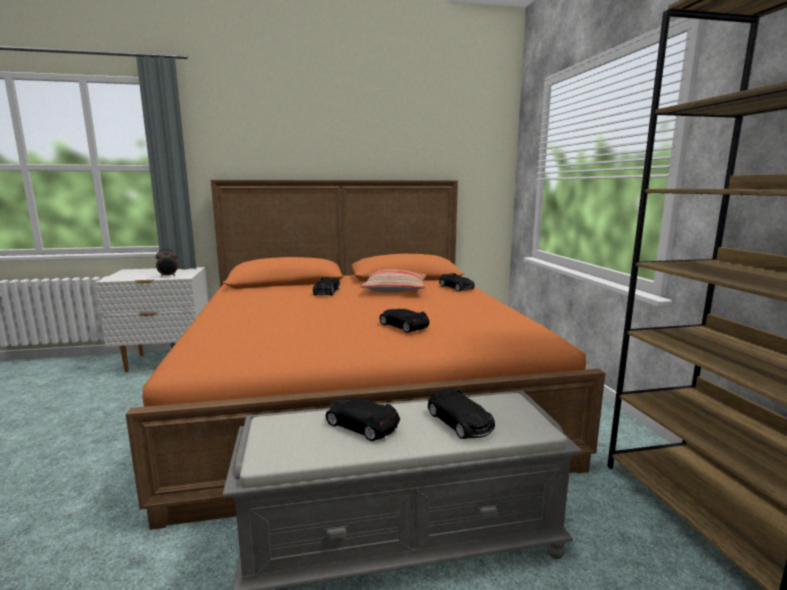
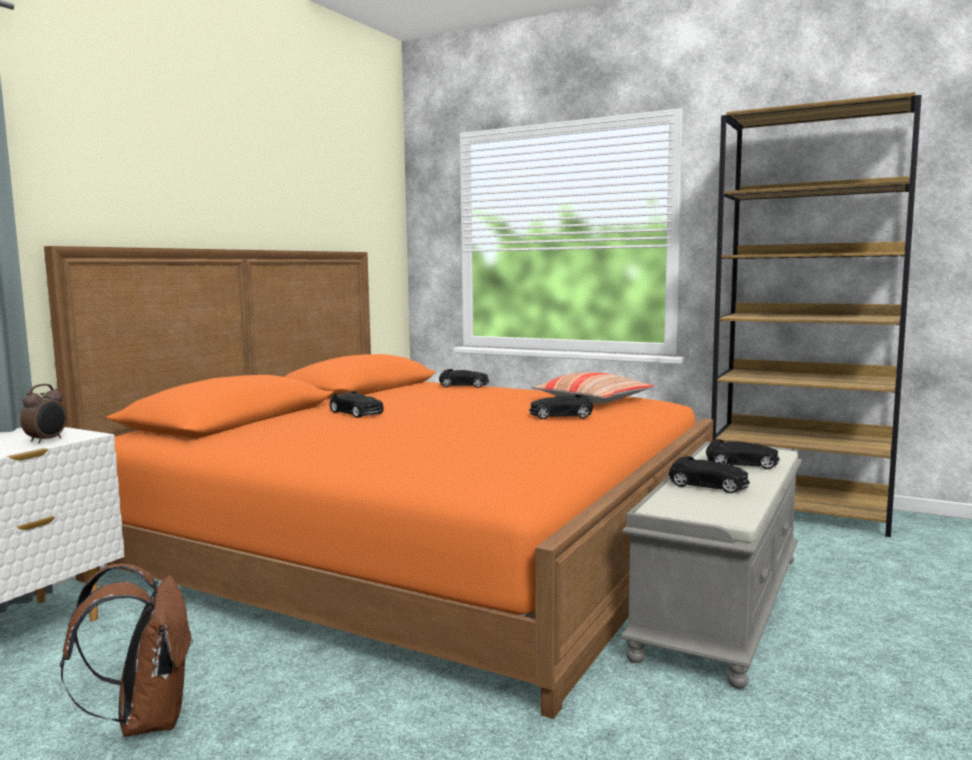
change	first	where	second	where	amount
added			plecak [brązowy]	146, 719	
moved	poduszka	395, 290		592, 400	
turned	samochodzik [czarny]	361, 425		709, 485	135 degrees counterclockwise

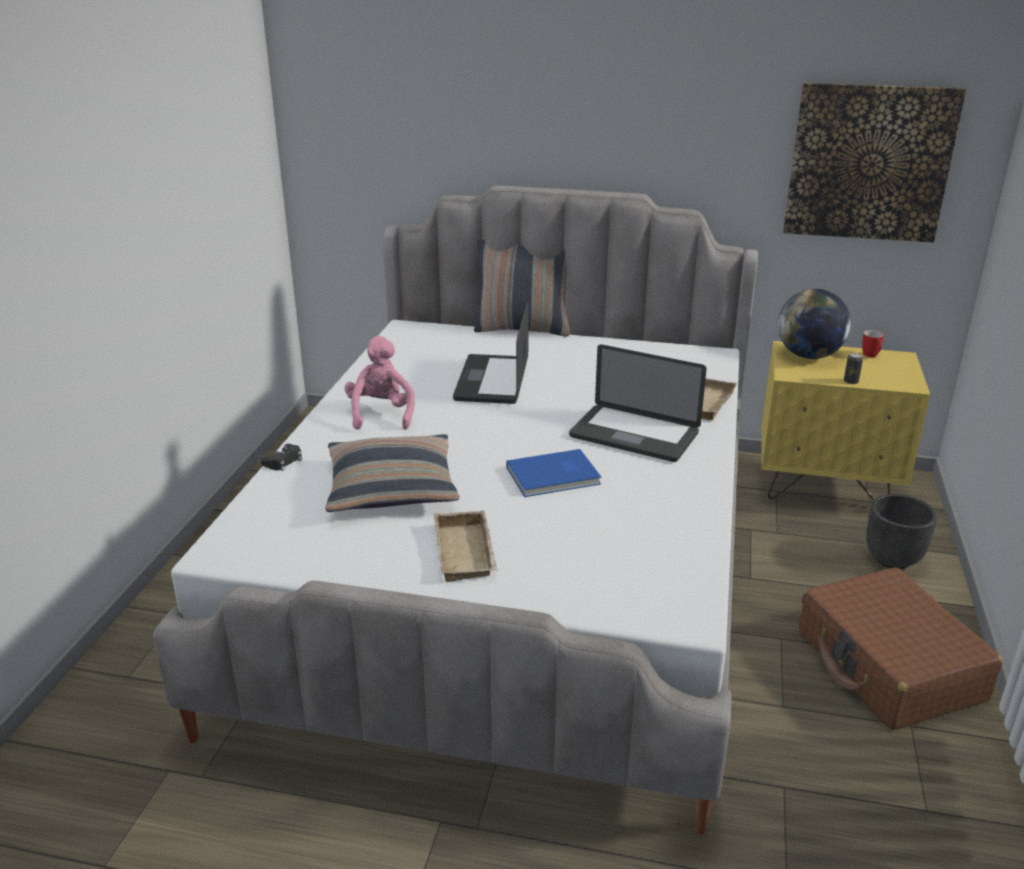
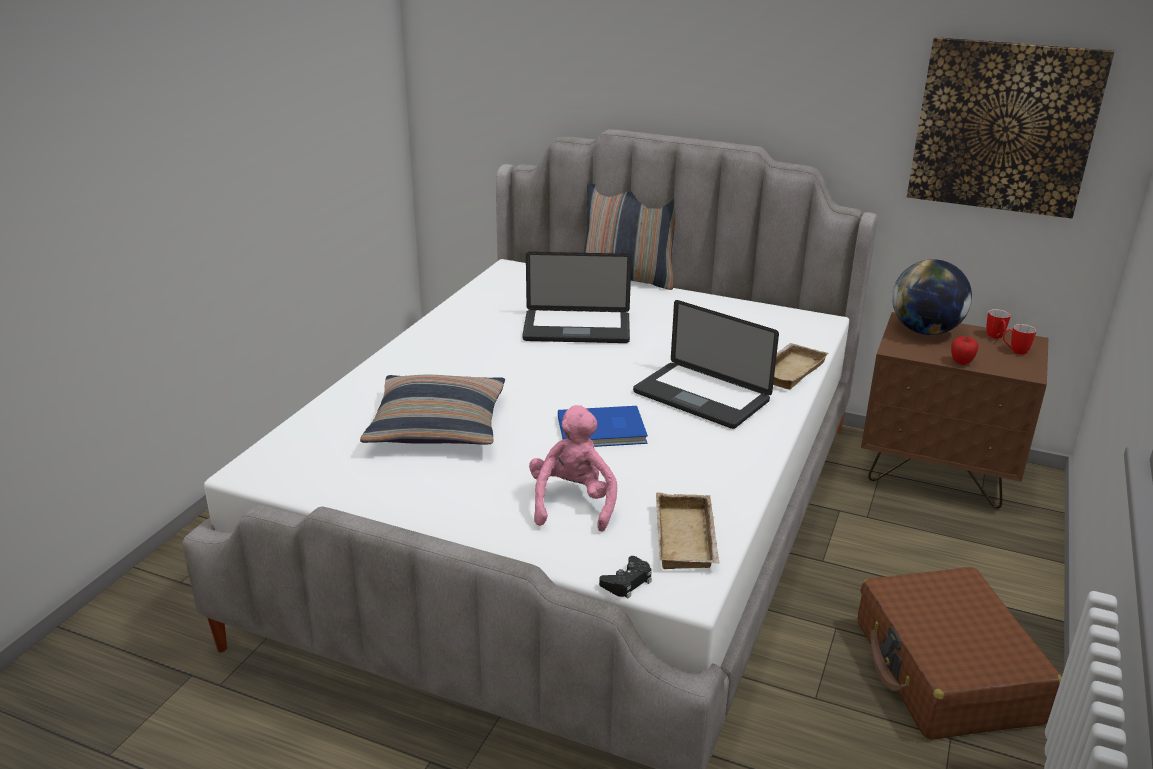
change	first	where	second	where	amount
turned	laptop	492, 381		576, 328	105 degrees counterclockwise
moved	pluszak [różowy]	381, 414		573, 503	
moved	pad do gier [czarny]	283, 461		627, 582	
moved	taca [beżowy]	467, 552		688, 539	
recoloured	szafka nocna [żółty]	826, 486	szafka nocna [brązowy]	937, 473	
replaced	puszka	851, 381	jabłko	961, 362	
added			kubek	1014, 351	
removed	donica [czarny]	893, 559			

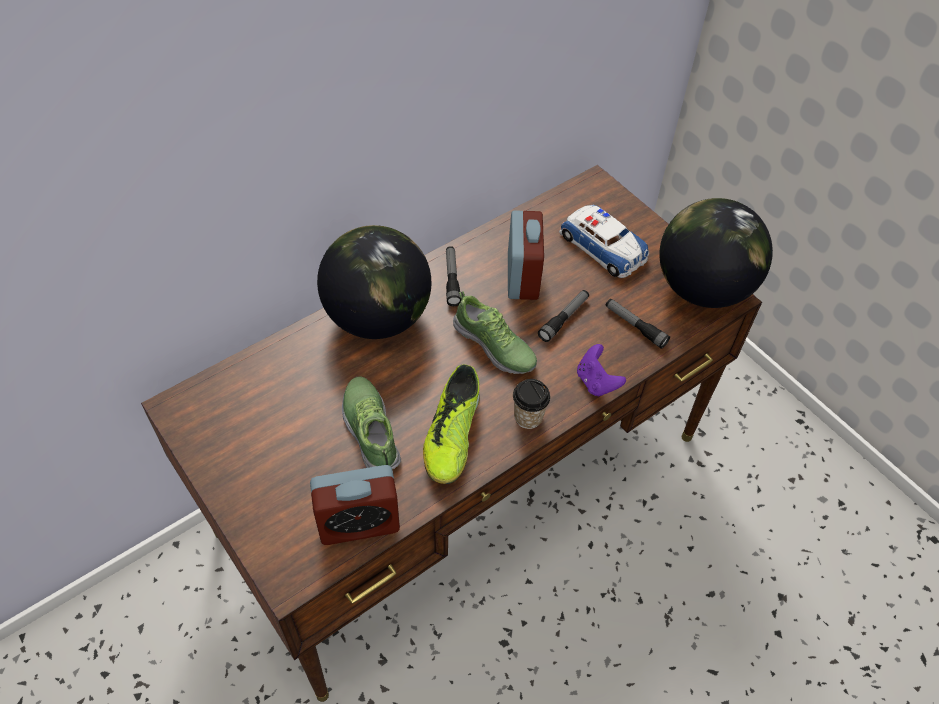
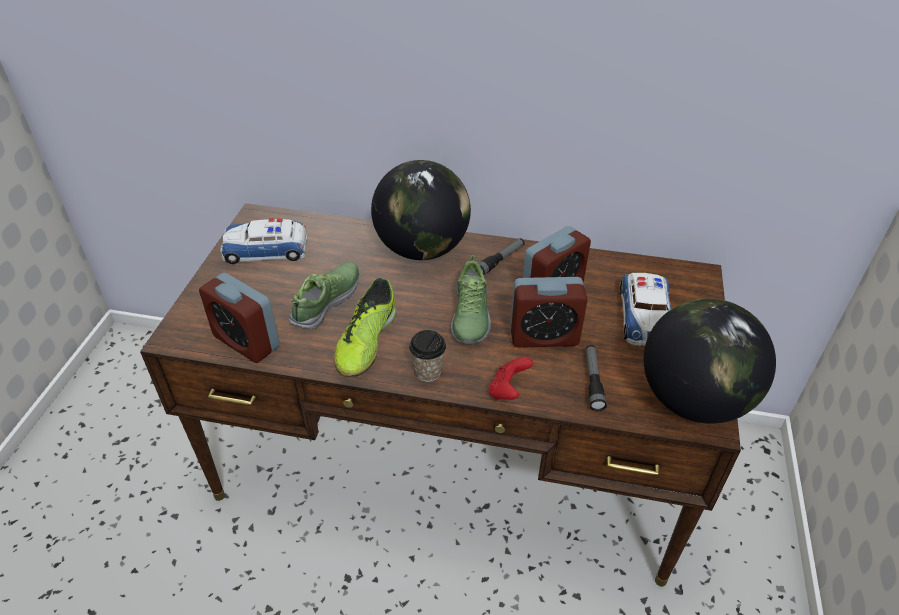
change	first	where	second	where	amount
added			samochodzik	266, 249	
turned	but	452, 435		366, 342	45 degrees counterclockwise
recoloured	pad do gier [fioletowy]	596, 382	pad do gier [czerwony]	508, 390	
replaced	latarka	564, 319	budzik	544, 336	

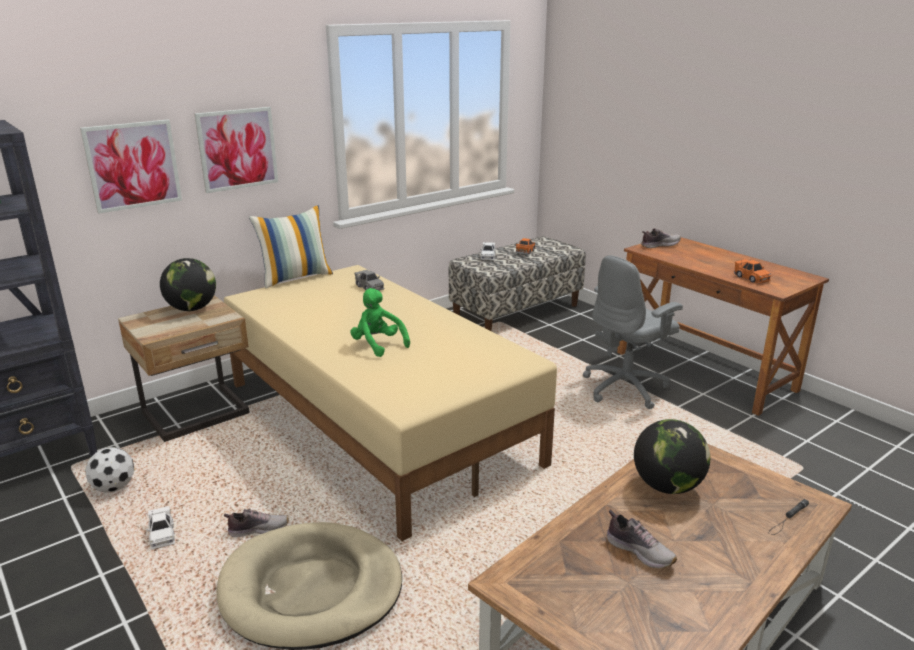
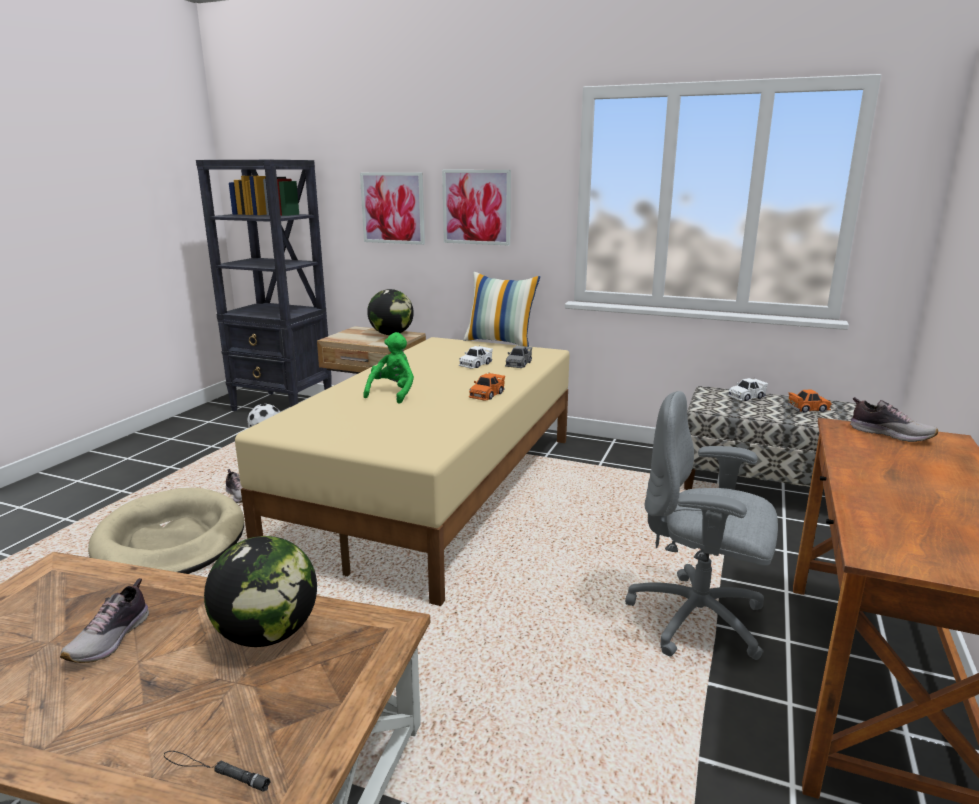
change	first	where	second	where	amount
moved	samochodzik [biały]	162, 535		475, 364	
moved	samochodzik [pomarańczowy]	751, 278		487, 395	

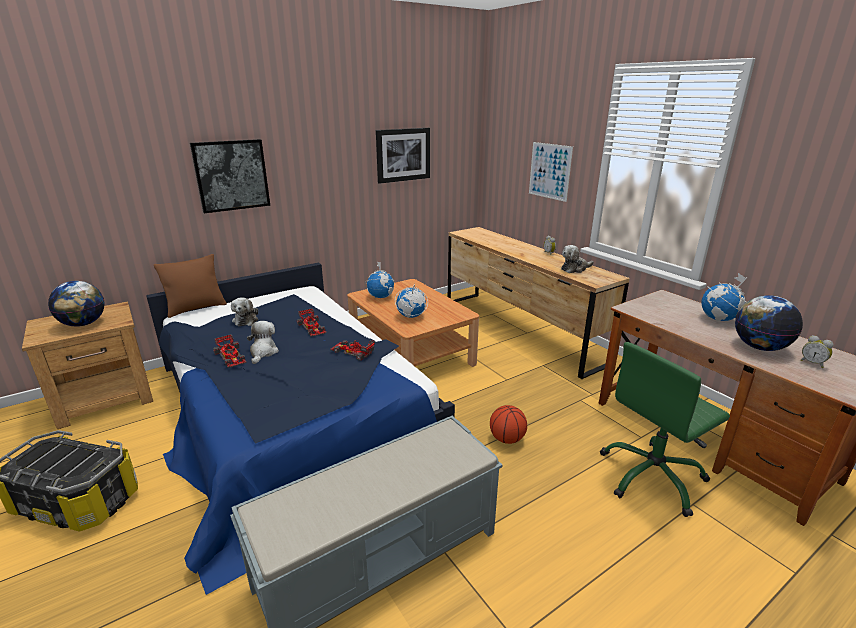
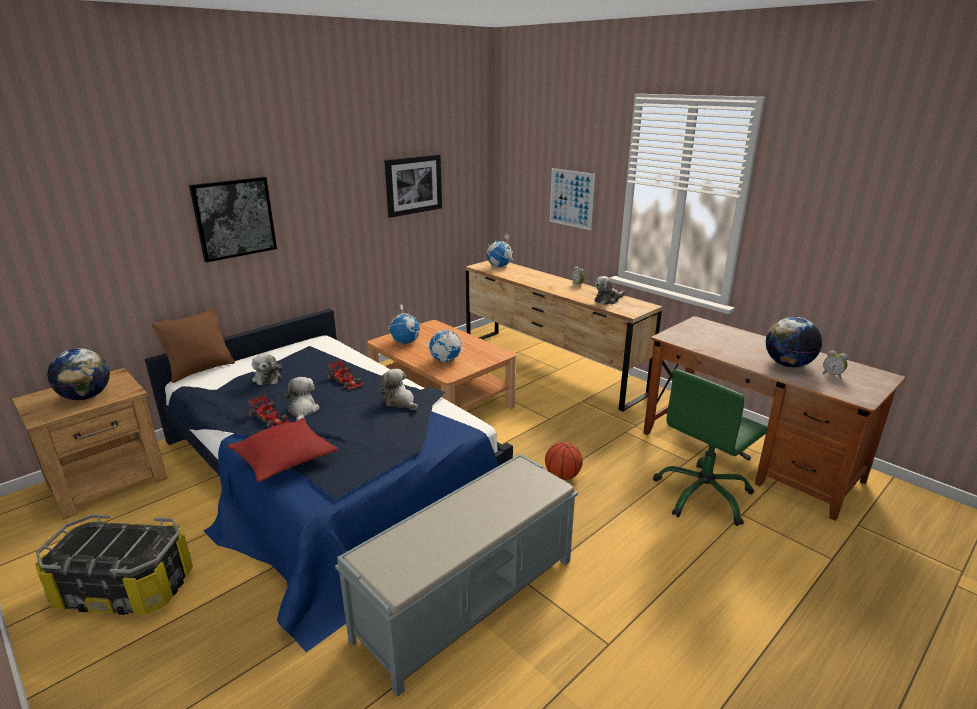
change	first	where	second	where	amount
added			poduszka [czerwony]	284, 458	
replaced	samochodzik	353, 351	pluszak	400, 401	
moved	globus	719, 319		499, 266	

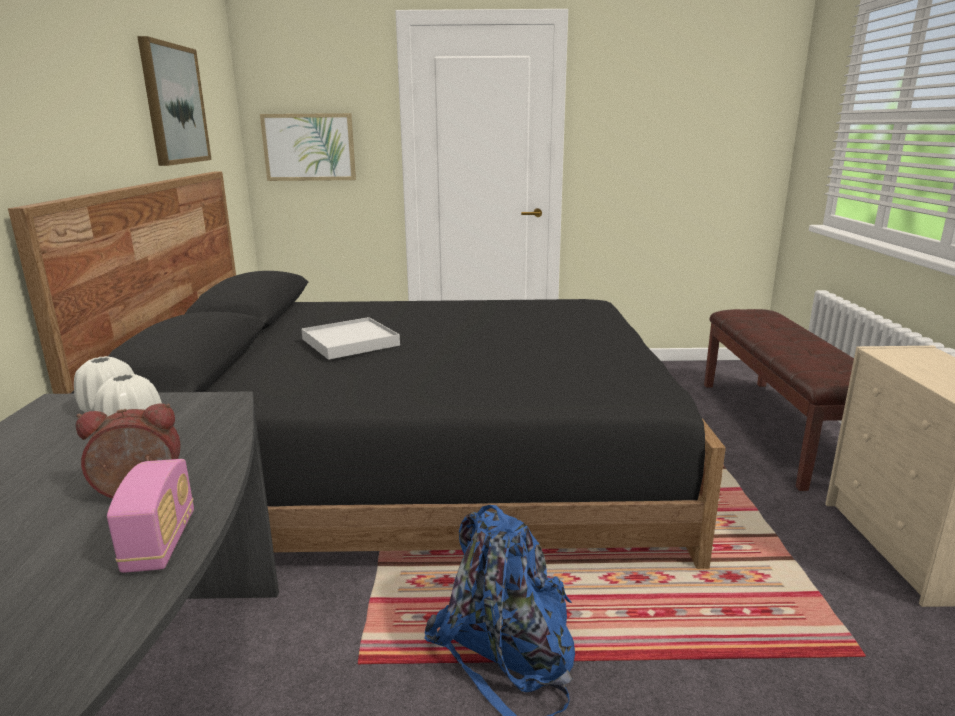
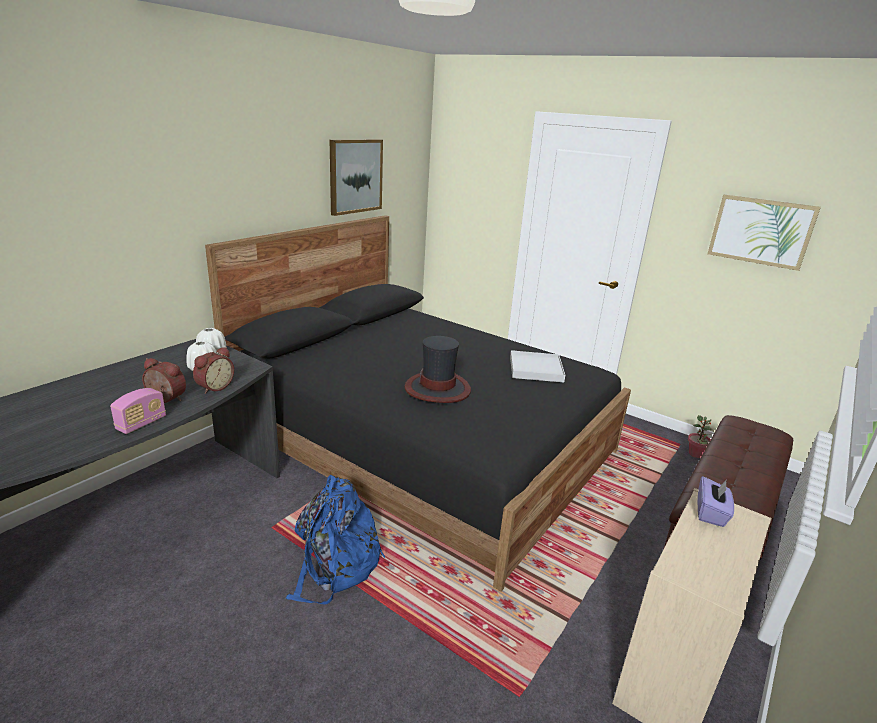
change	first	where	second	where	amount
added			budzik	214, 387	
added			kapelusz	438, 389	
moved	taca [biały]	350, 342		535, 369	
added			roślina doniczkowa	695, 454	
added			pudełko chusteczek [fioletowy]	711, 513	
moved	obraz	309, 147		761, 231	

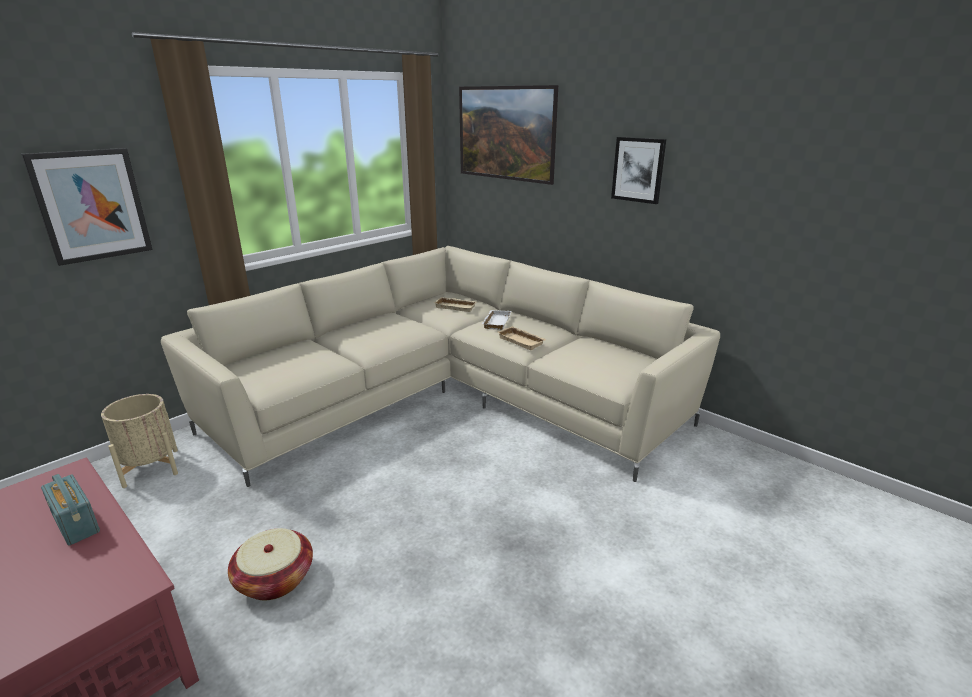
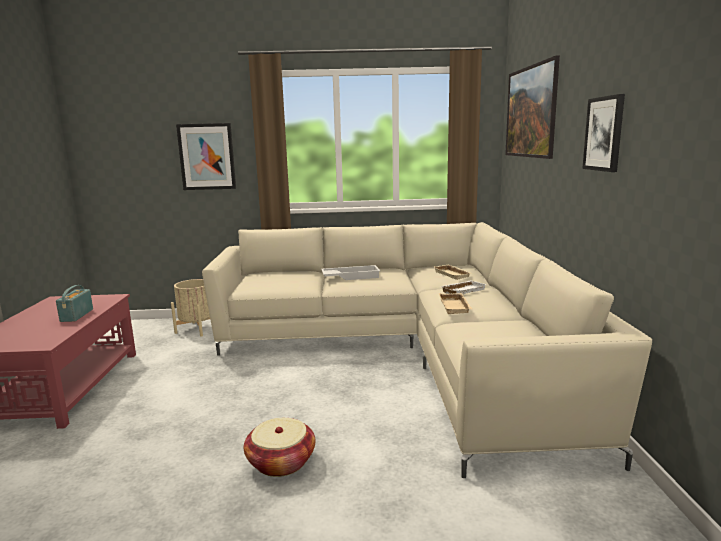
change	first	where	second	where	amount
moved	koszyk	275, 579		281, 462	
added			taca [biały]	351, 276	

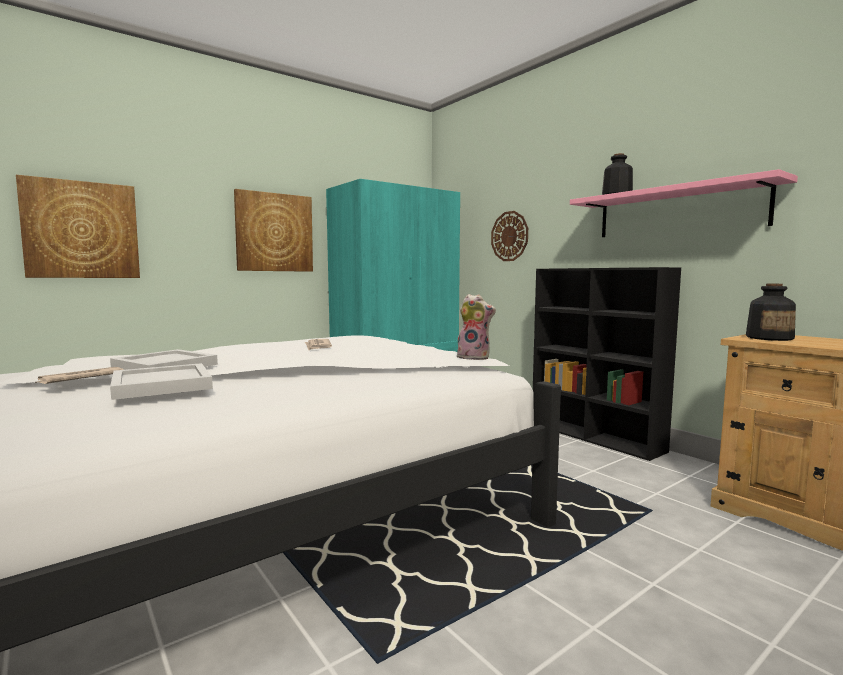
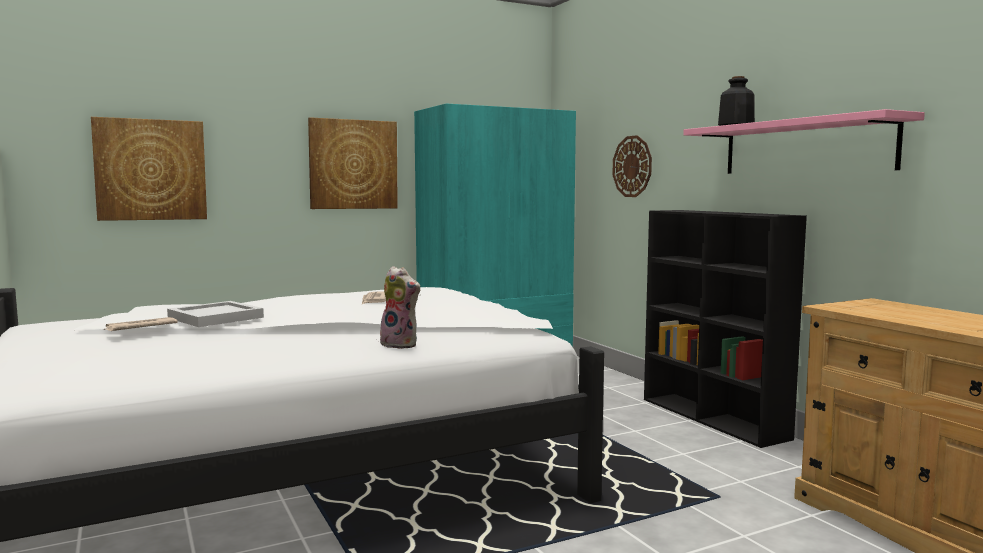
change	first	where	second	where	amount
moved	pluszak	474, 357		401, 344	
removed	taca [biały]	163, 385			
removed	butelka	769, 338			

